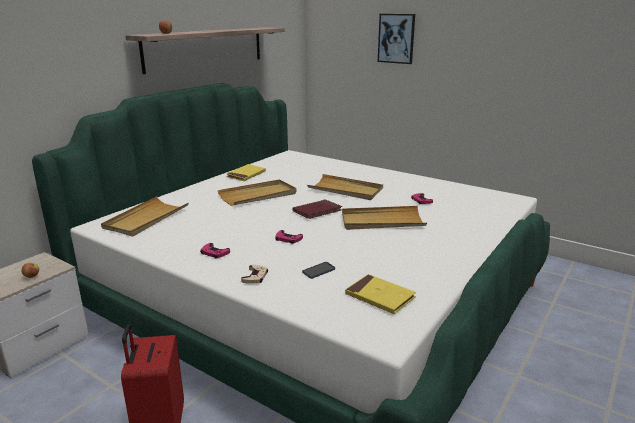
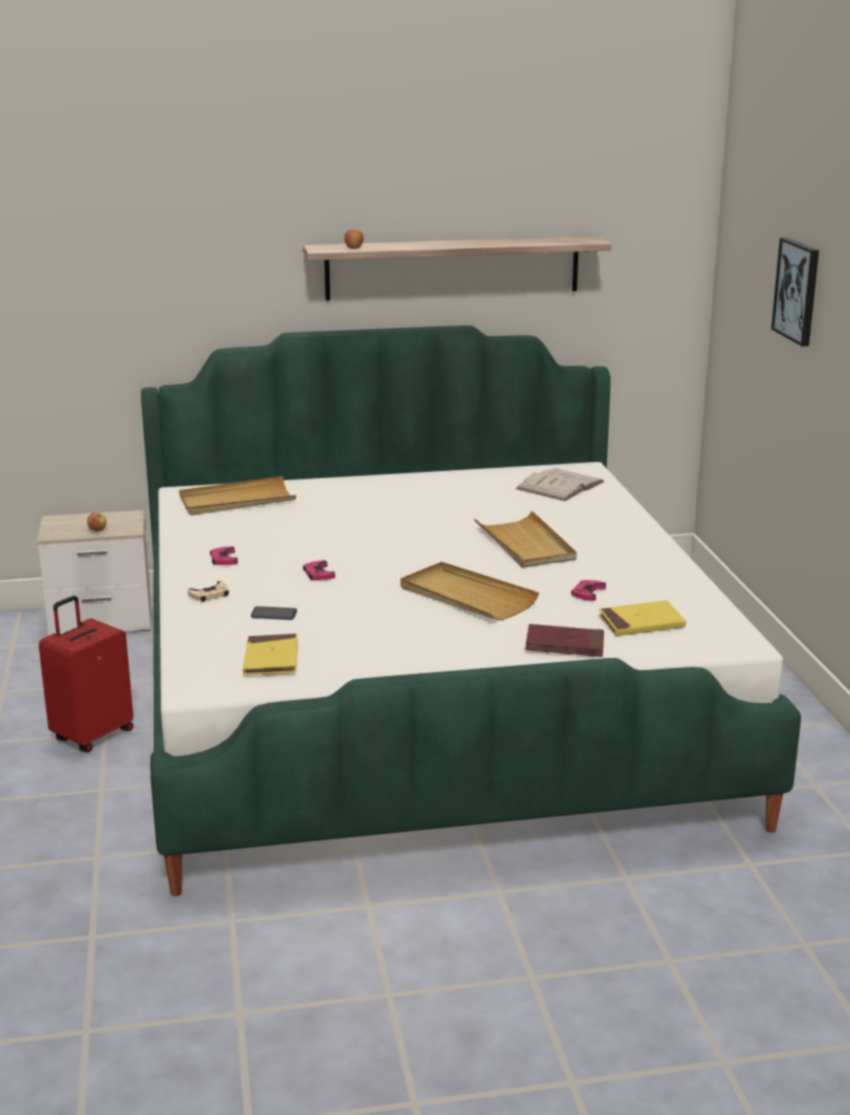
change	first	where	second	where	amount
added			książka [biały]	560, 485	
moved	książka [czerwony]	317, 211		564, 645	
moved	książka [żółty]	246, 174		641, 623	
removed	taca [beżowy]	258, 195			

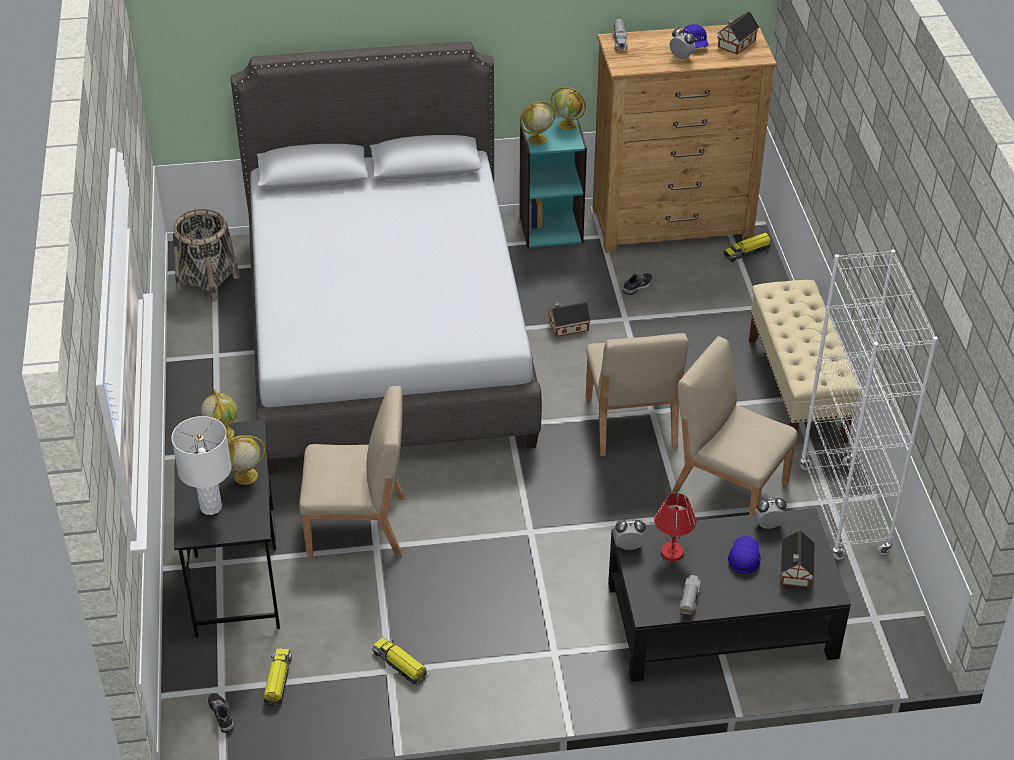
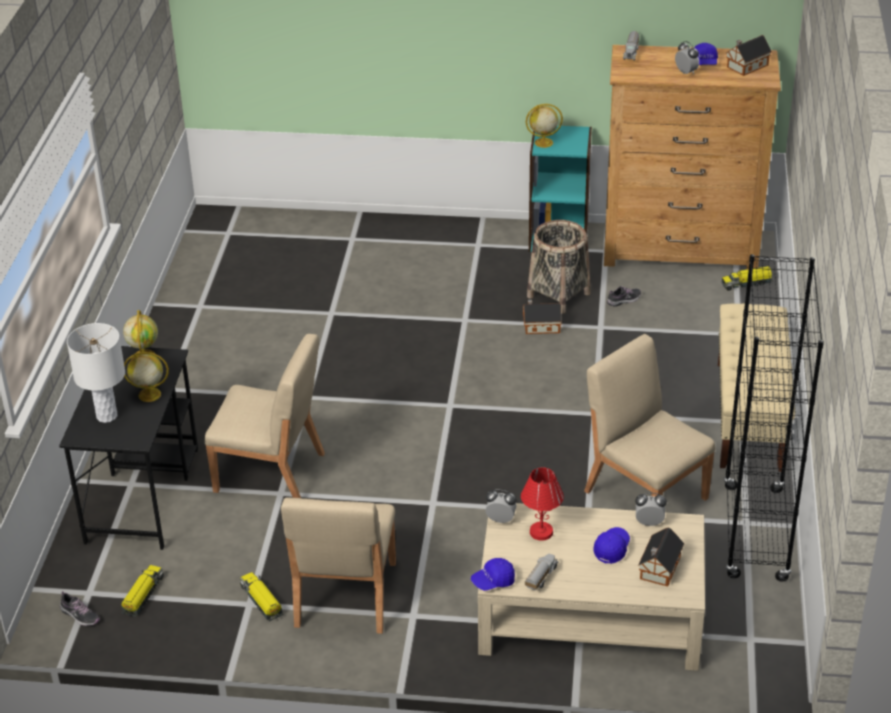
change	first	where	second	where	amount
turned	but	221, 715		80, 615	135 degrees clockwise
moved	krzesło [beżowy]	630, 423		345, 595	
added			czapka z daszkiem [niebieski]	493, 581	
recoloured	ława [czarny]	720, 621	ława [beżowy]	589, 614	
moved	koszyk	208, 282		558, 295	
recoloured	regał [biały]	843, 511	regał [czarny]	755, 534	
removed	łóżko [szary]	386, 335			
removed	globus	568, 125			

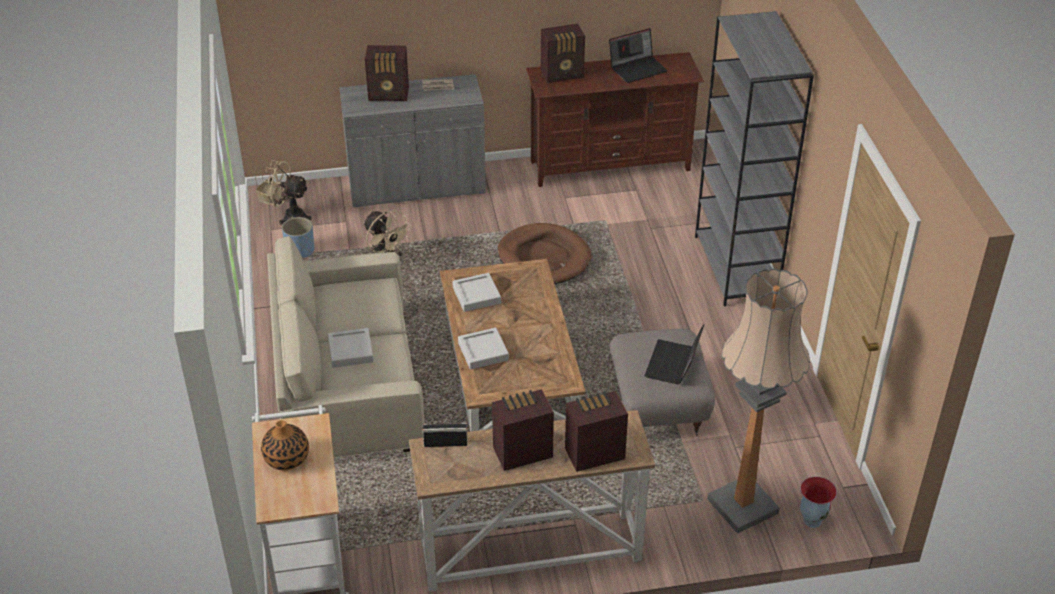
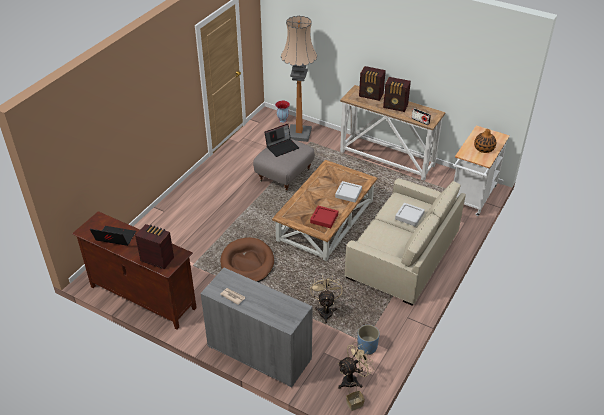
change	first	where	second	where	amount
recoloured	taca [szary]	476, 295	taca [czerwony]	324, 218	
turned	wentylator [beżowy]	289, 215		353, 379	90 degrees counterclockwise
removed	radio	389, 95			
removed	regał [szary]	736, 267			

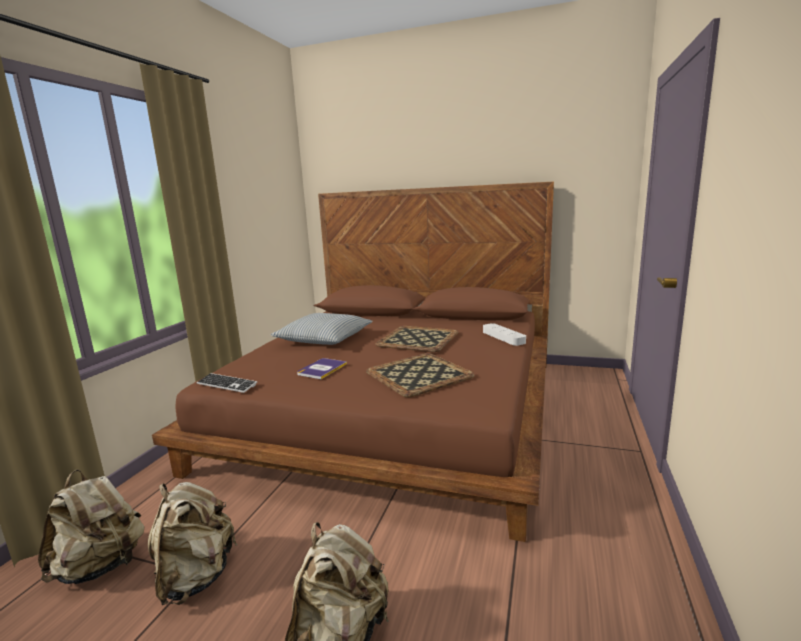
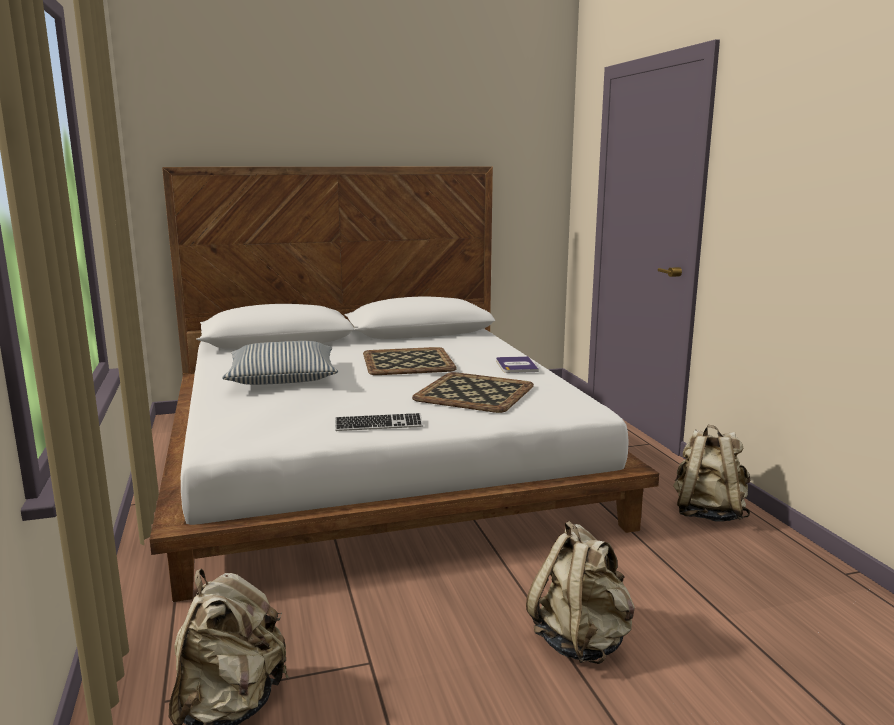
change	first	where	second	where	amount
recoloured	łóżko [brązowy]	395, 410	łóżko [biały]	376, 462	
moved	klawiatura	226, 384		379, 424	
moved	książka	322, 369		516, 365	
moved	plecak [beżowy]	196, 576		708, 513	
removed	taca [szary]	503, 337			

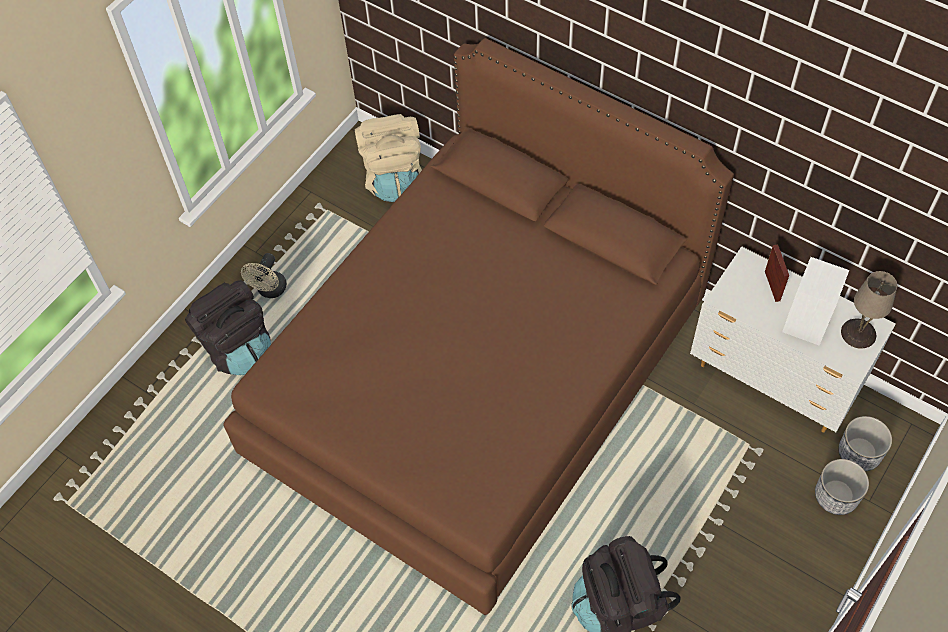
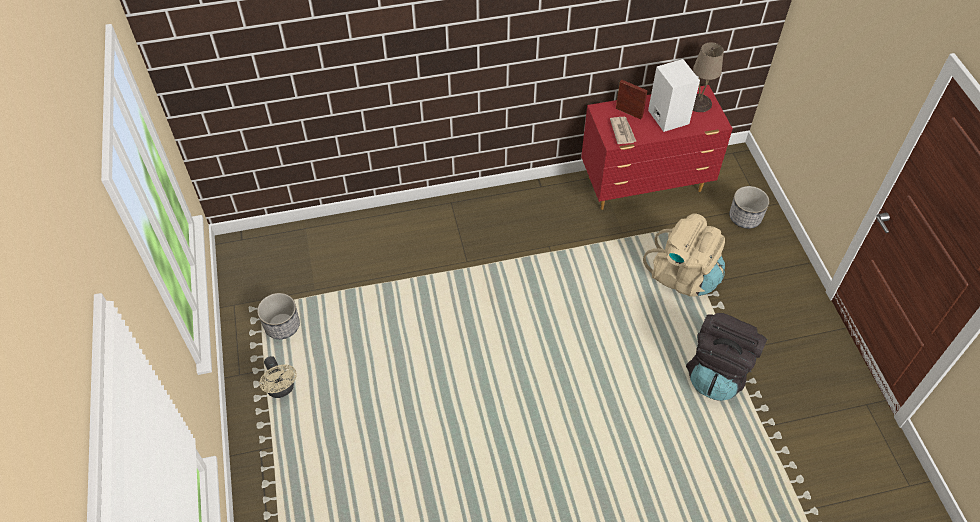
change	first	where	second	where	amount
moved	donica	859, 453		282, 325	
recoloured	komoda [biały]	774, 379	komoda [czerwony]	646, 185	
added			gazeta	622, 131	
moved	plecak [beżowy]	393, 178		683, 276	
removed	plecak [czarny]	237, 347			
removed	łóżko [brązowy]	478, 380			

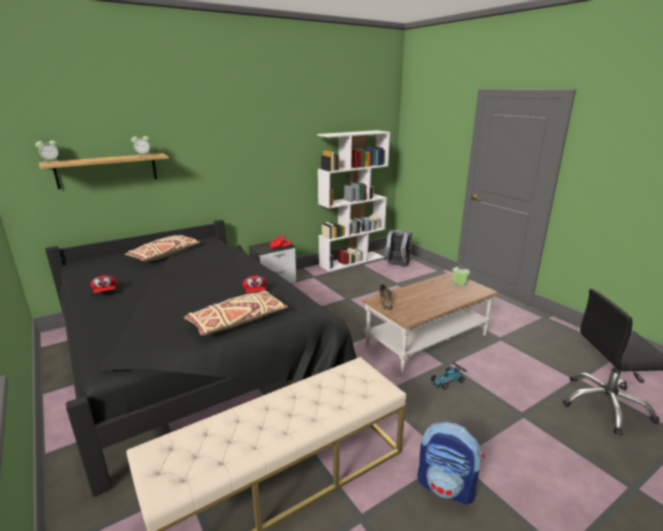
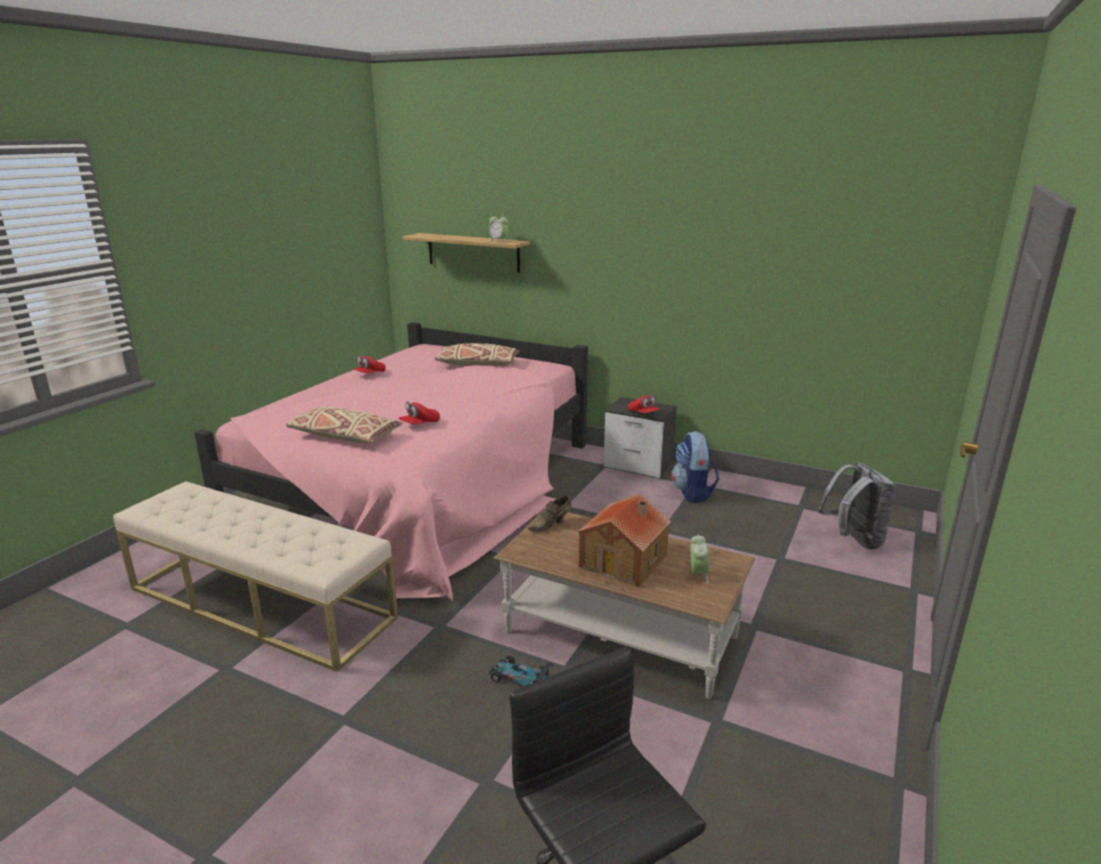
change	first	where	second	where	amount
recoloured	łóżko [czarny]	196, 357	łóżko [różowy]	423, 486	
added			domek	625, 560	
moved	plecak	446, 487		693, 493	
removed	budzik	51, 162			
removed	regał [biały]	352, 261			

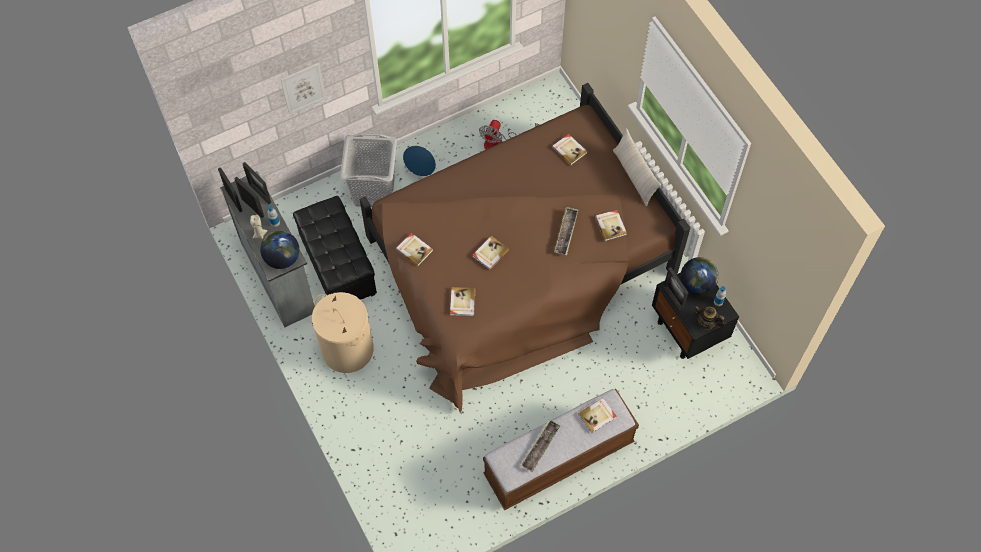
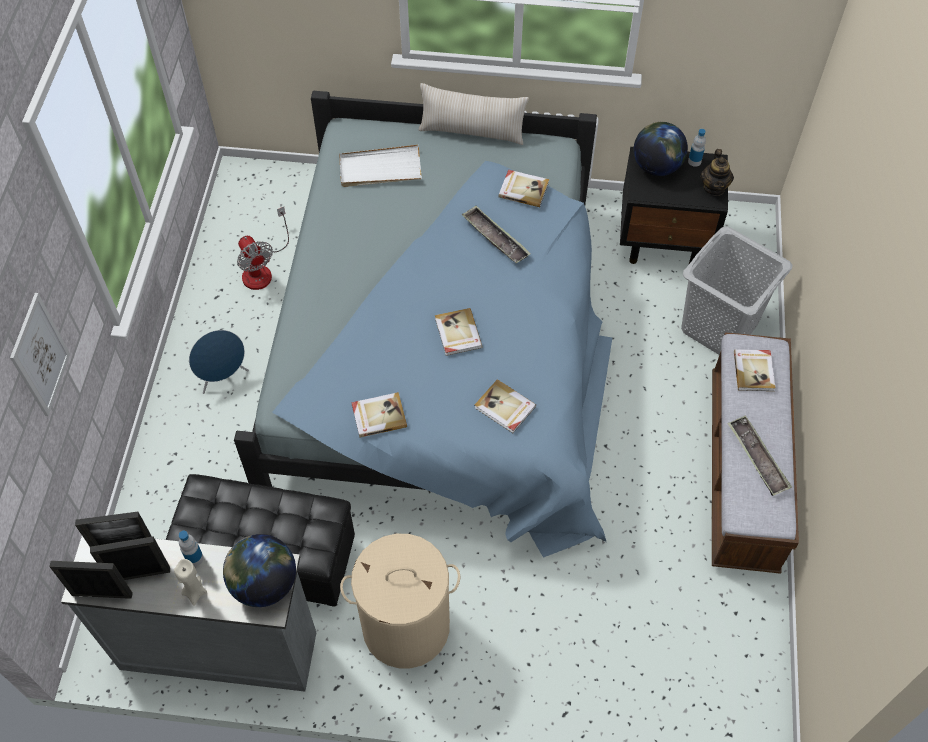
change	first	where	second	where	amount
recoloured	łóżko [brązowy]	518, 265	łóżko [niebieski]	444, 352	
replaced	książka	569, 150	taca [biały]	380, 169	
moved	kosz na pranie [szary]	374, 191		718, 326	
turned	imbryk	706, 323		714, 187	60 degrees counterclockwise
removed	ramka na zdjęcie	673, 298			

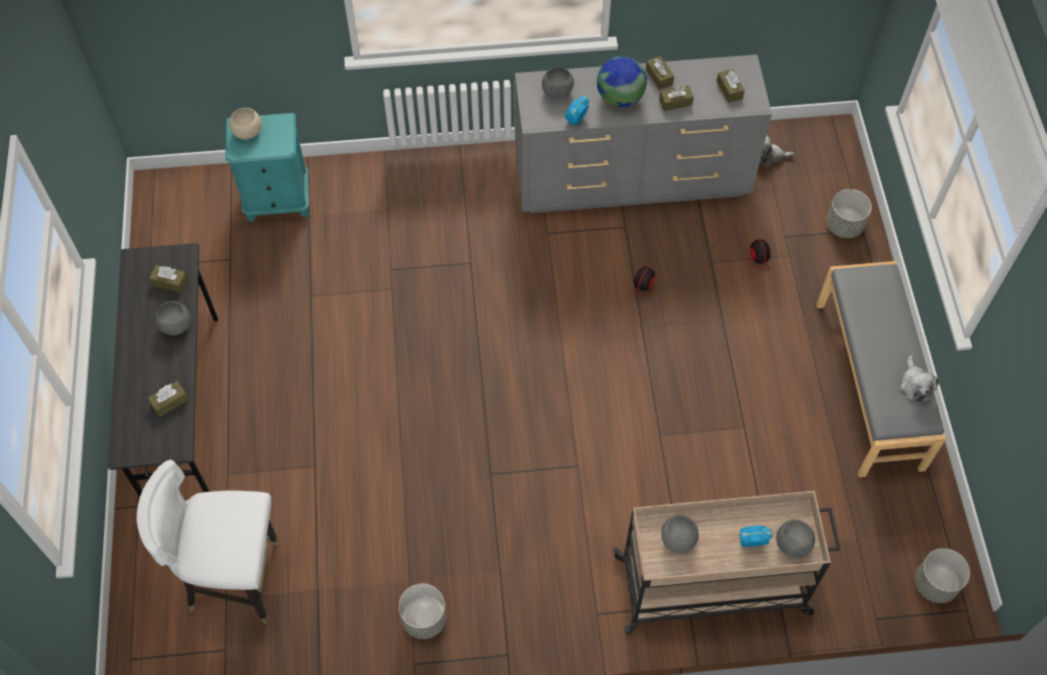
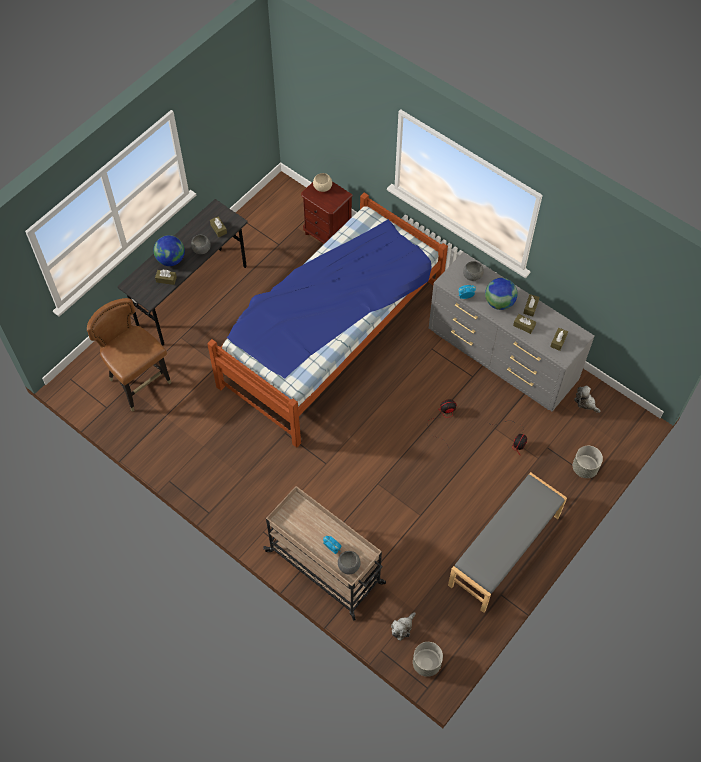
change	first	where	second	where	amount
recoloured	krzesło [biały]	237, 579	krzesło [brązowy]	139, 384	
added			globus	171, 259	
added			łóżko	330, 338	
recoloured	szafka nocna [turkusowy]	278, 201	szafka nocna [brązowy]	327, 234	
moved	pluszak	915, 384		402, 628	
removed	donica [szary]	424, 619			
removed	miska [szary]	677, 540			

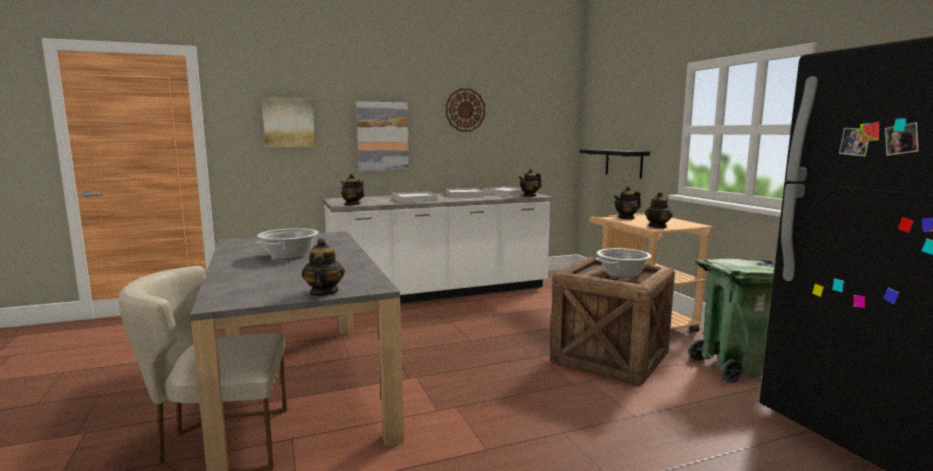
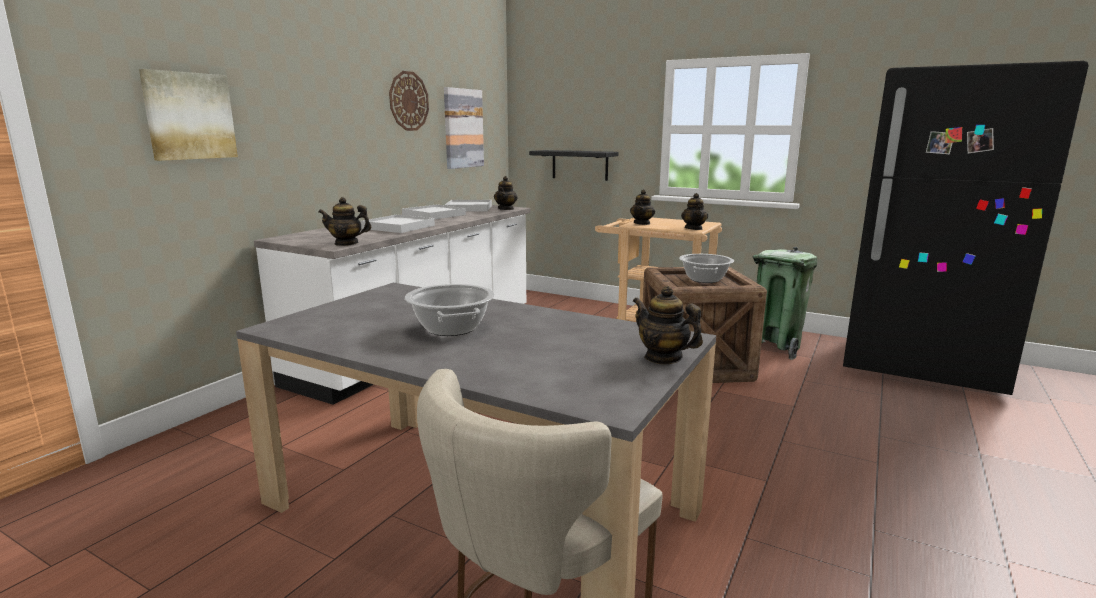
change	first	where	second	where	amount
moved	obraz	382, 136		463, 128	

